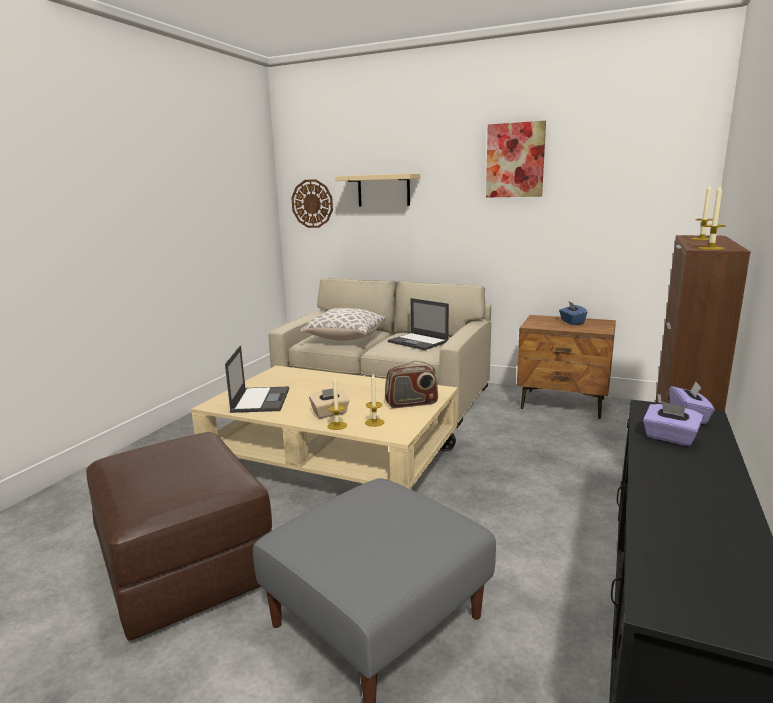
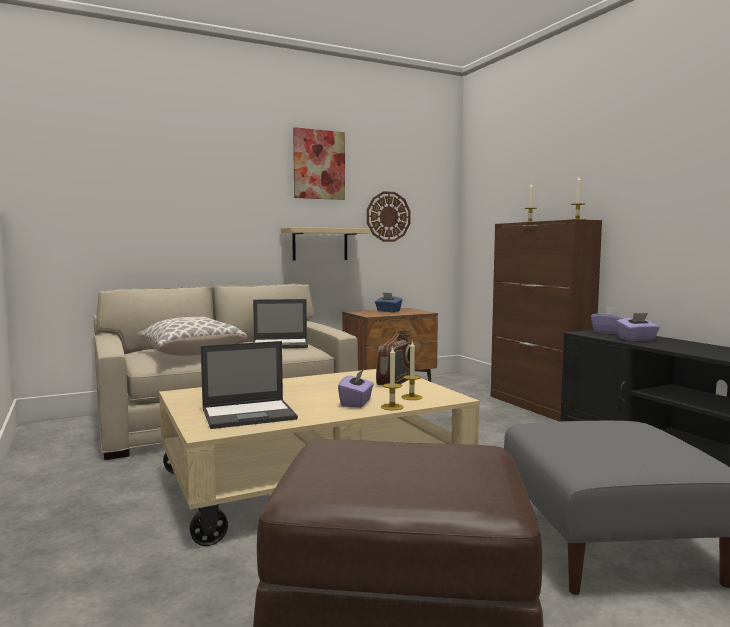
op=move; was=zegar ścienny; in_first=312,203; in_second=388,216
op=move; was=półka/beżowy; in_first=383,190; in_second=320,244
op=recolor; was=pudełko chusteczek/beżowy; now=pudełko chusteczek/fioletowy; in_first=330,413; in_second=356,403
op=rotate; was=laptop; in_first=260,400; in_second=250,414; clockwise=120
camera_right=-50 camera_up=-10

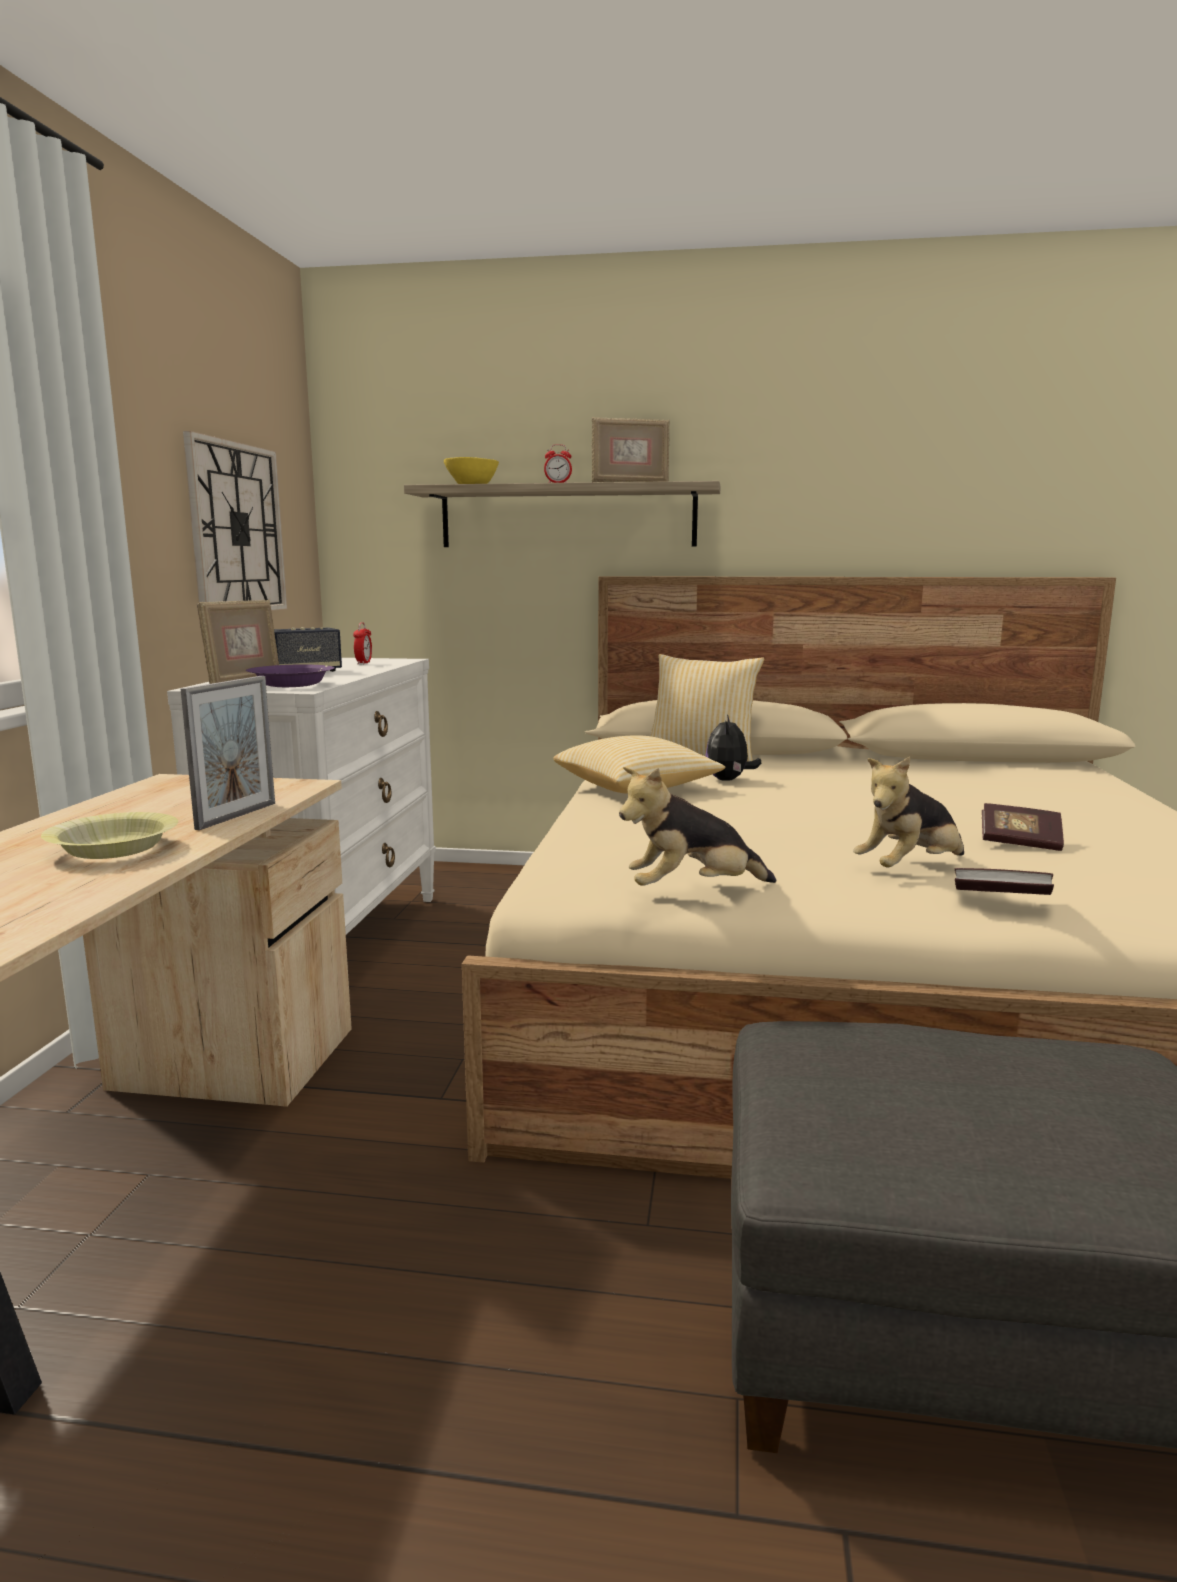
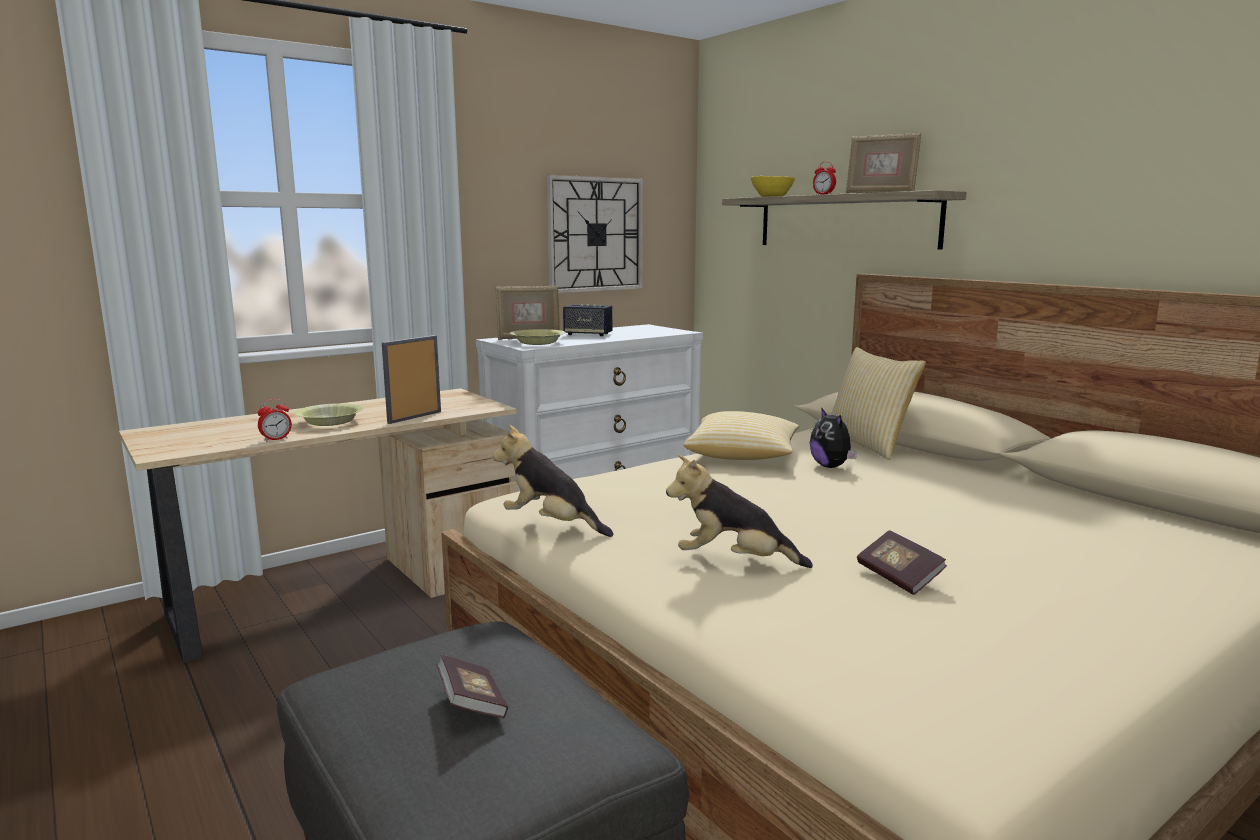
op=move; was=budzik; in_first=363,663; in_second=276,439
op=move; was=książka; in_first=1001,901; in_second=472,704
op=recolor; was=miska/fioletowy; now=miska/żółty; in_first=292,685; in_second=538,343
op=rotate; was=ramka na zdjęcie; in_first=237,816; in_second=414,417; clockwise=150
op=rotate; was=pluszak; in_first=729,780; in_second=831,466; clockwise=-75
camera_right=45 camera_up=0

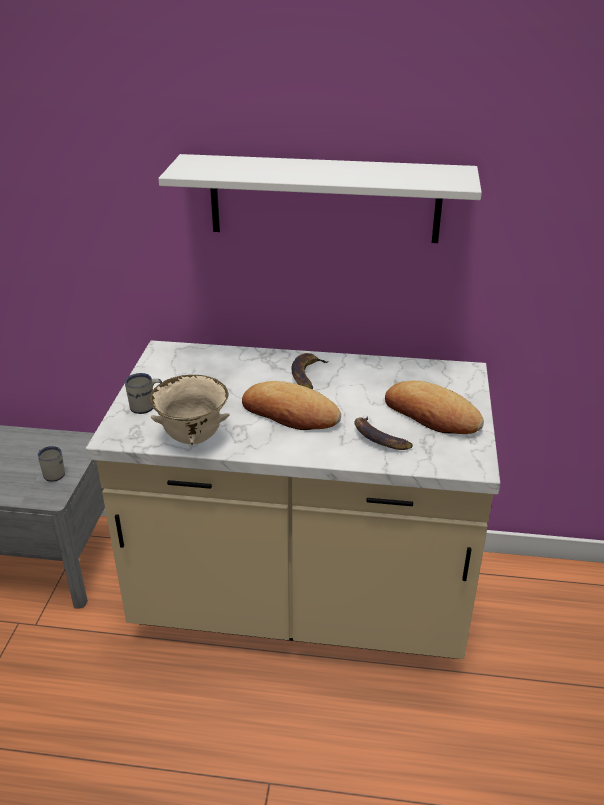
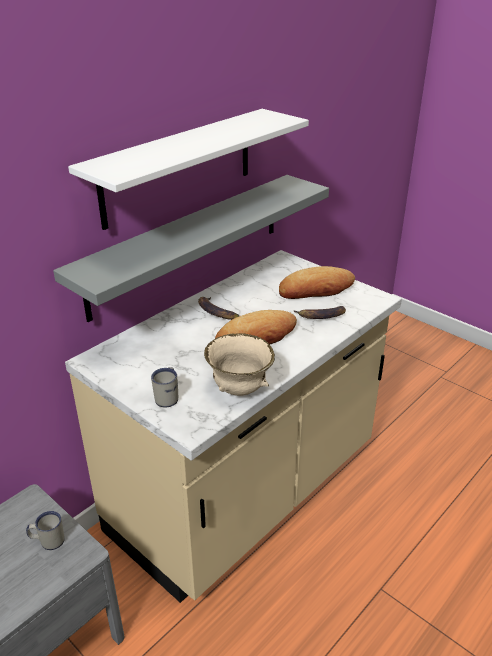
op=insert; now=półka/szary; in_second=189,243
camera_right=-55 camera_up=0

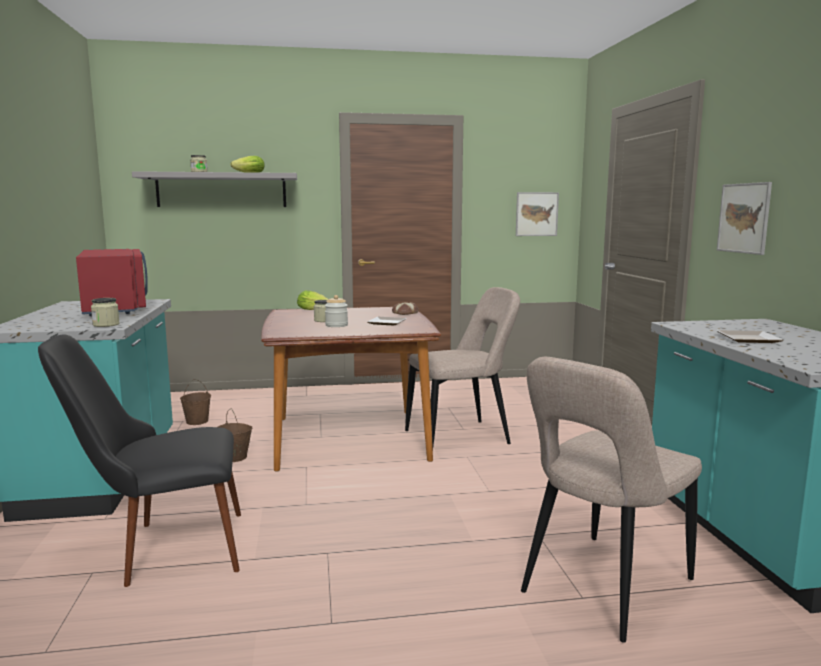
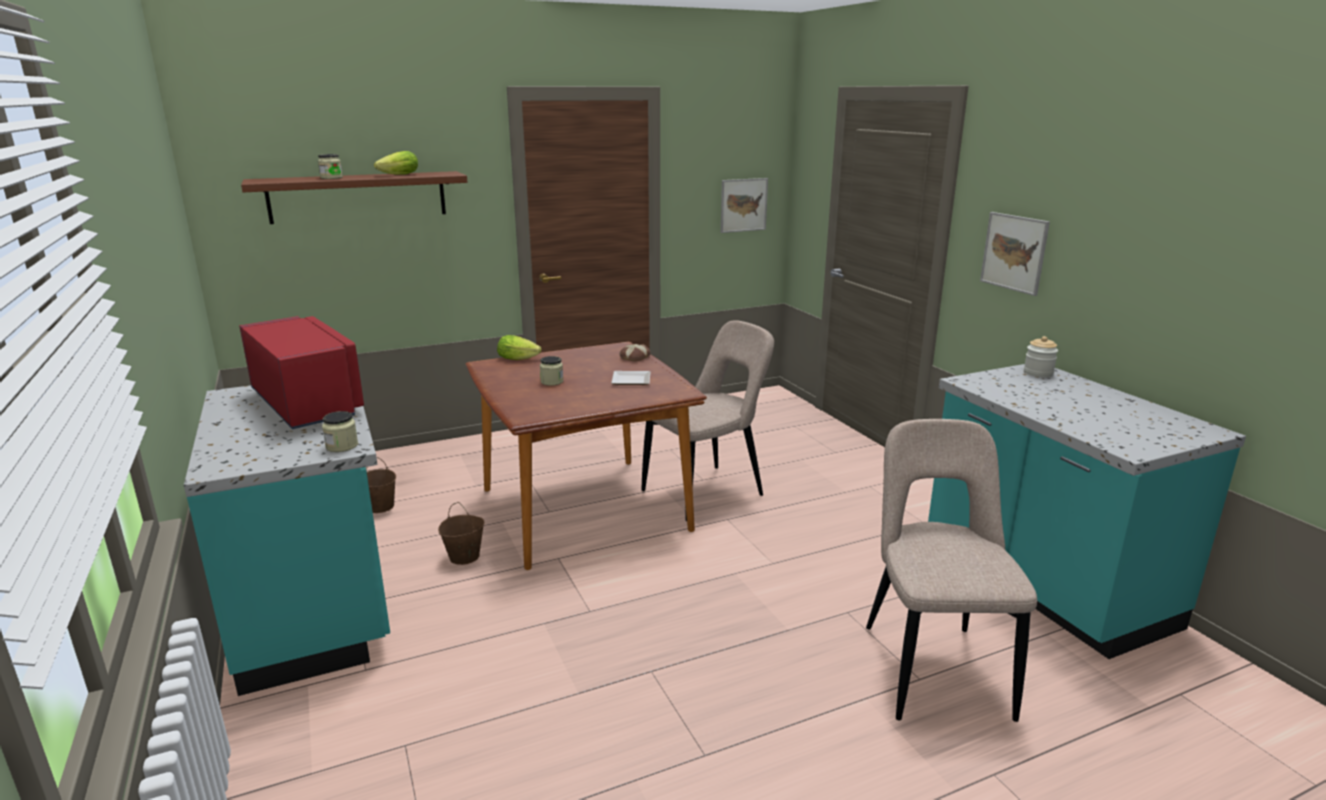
op=delete; was=krzesło/czarny; in_first=161,550
op=delete; was=talerz; in_first=749,339
op=move; was=słoik; in_first=336,325; in_second=1038,373
op=recolor; was=półka/szary; now=półka/brązowy; in_first=221,190; in_second=358,197
op=rotate; was=krzesło/beżowy; in_first=602,589; in_second=932,666; clockwise=150
camera_right=-15 camera_up=10

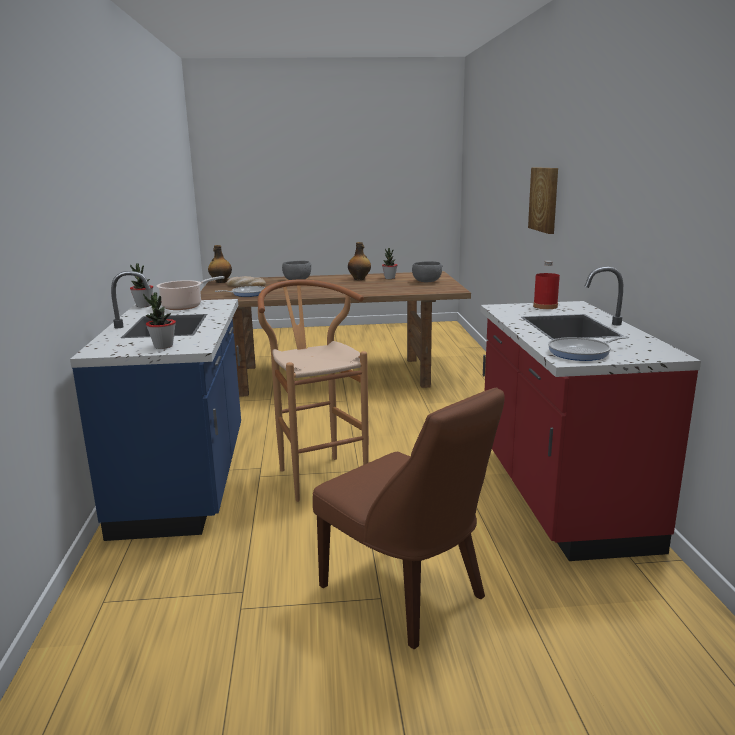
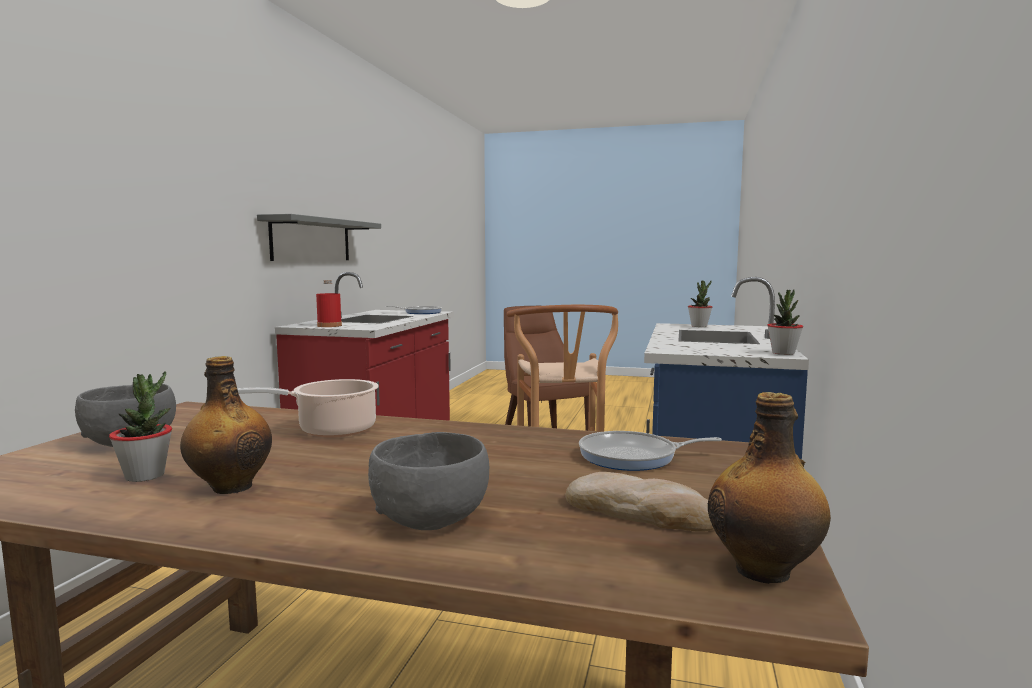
op=delete; was=obraz; in_first=545,199
op=insert; now=półka/szary; in_second=312,240
op=move; was=garnek; in_first=184,306; in_second=332,430
camera_right=-160 camera_up=-10

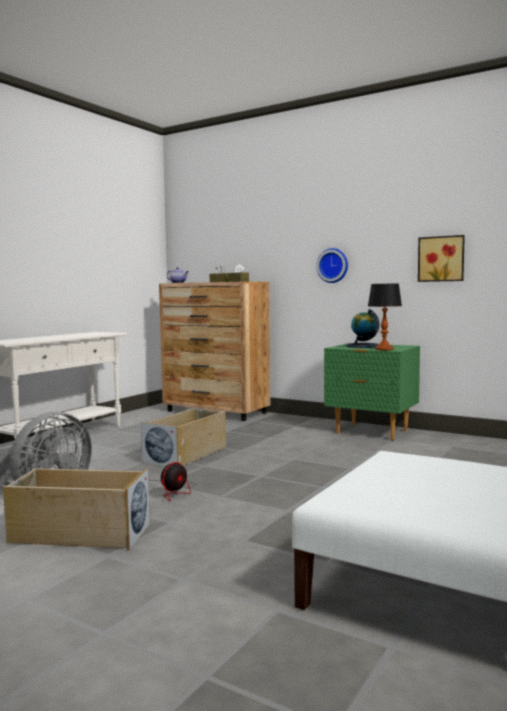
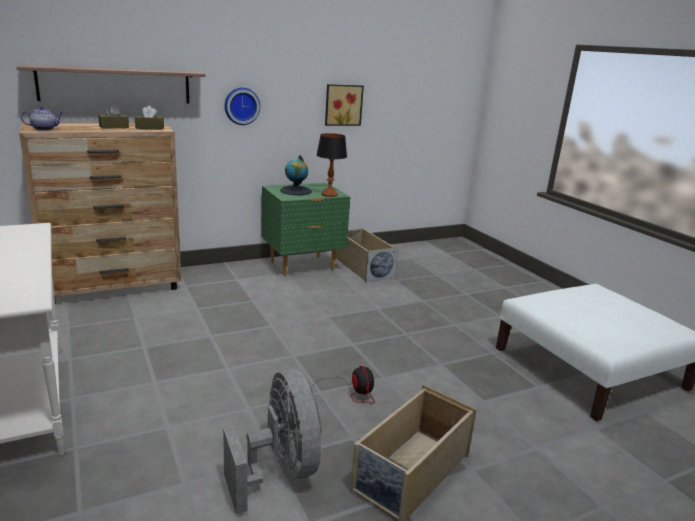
op=insert; now=półka; in_second=116,85
op=move; was=pojemnik do przechowywania/beżowy; in_first=186,455; in_second=363,267
camera_right=-60 camera_up=15

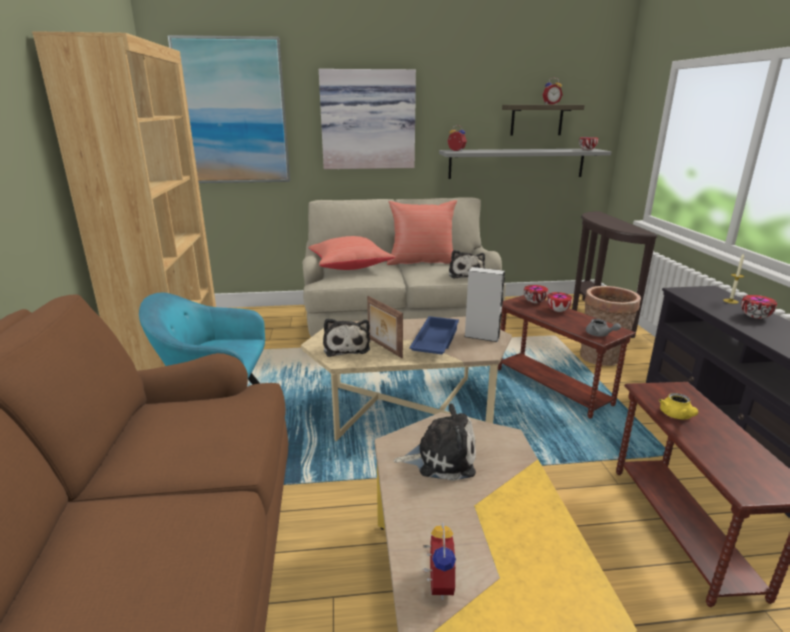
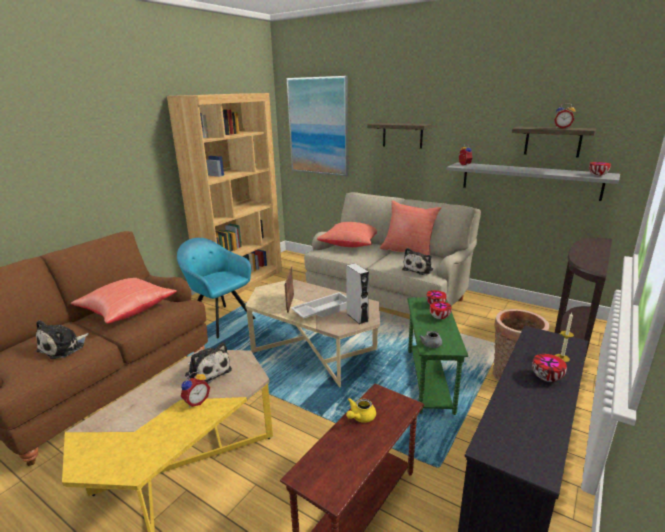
op=insert; now=poduszka/czerwony; in_second=127,311
op=move; was=pluszak; in_first=346,347; in_second=64,347
op=move; was=budzik; in_first=437,584; in_second=196,401
op=replace; was=obraz; now=półka; in_first=368,120; in_second=402,135
op=recolor; was=taca/niebieski; now=taca/biały; in_first=434,342; in_second=322,310
op=recolor; was=stolik/brązowy; now=stolik/zielony; in_first=552,387; in_second=430,380
camera_right=40 camera_up=0

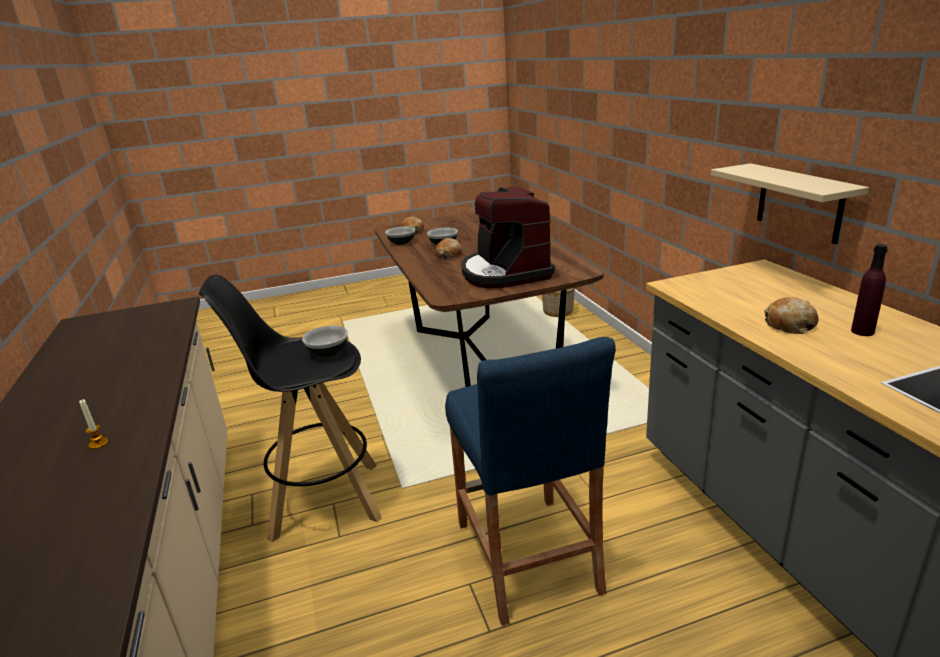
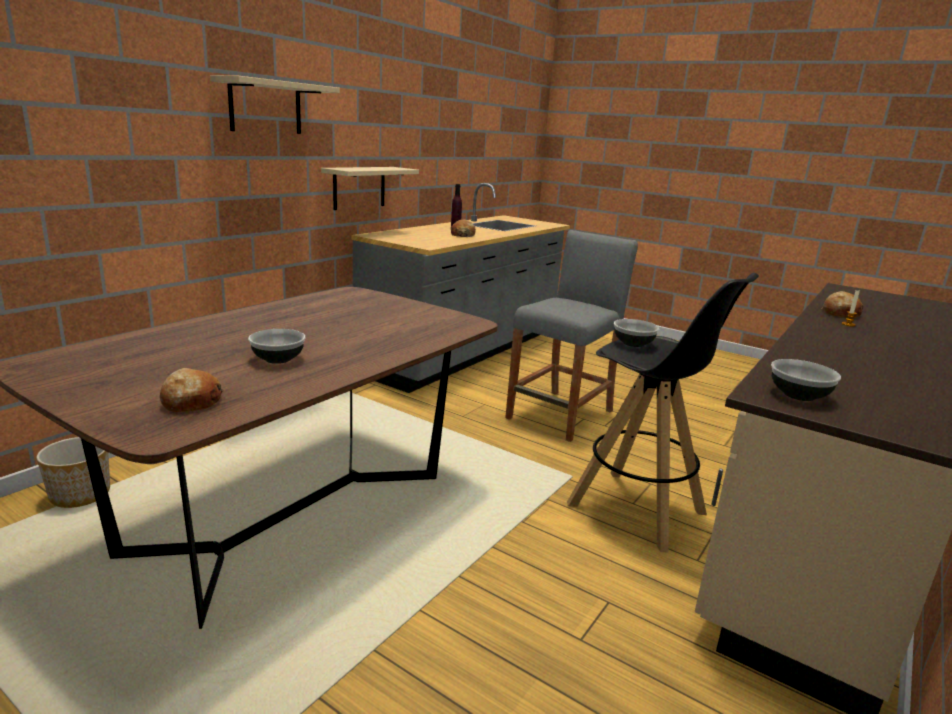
op=delete; was=ekspres do kawy; in_first=505,272
op=insert; now=półka/beżowy; in_second=265,107
op=move; was=miska; in_first=401,242; in_second=799,395
op=move; was=chleb; in_first=449,255; in_second=840,313
op=recolor; was=stołek/niebieski; now=stołek/szary; in_first=527,556; in_second=561,415
camera_right=-130 camera_up=-5

